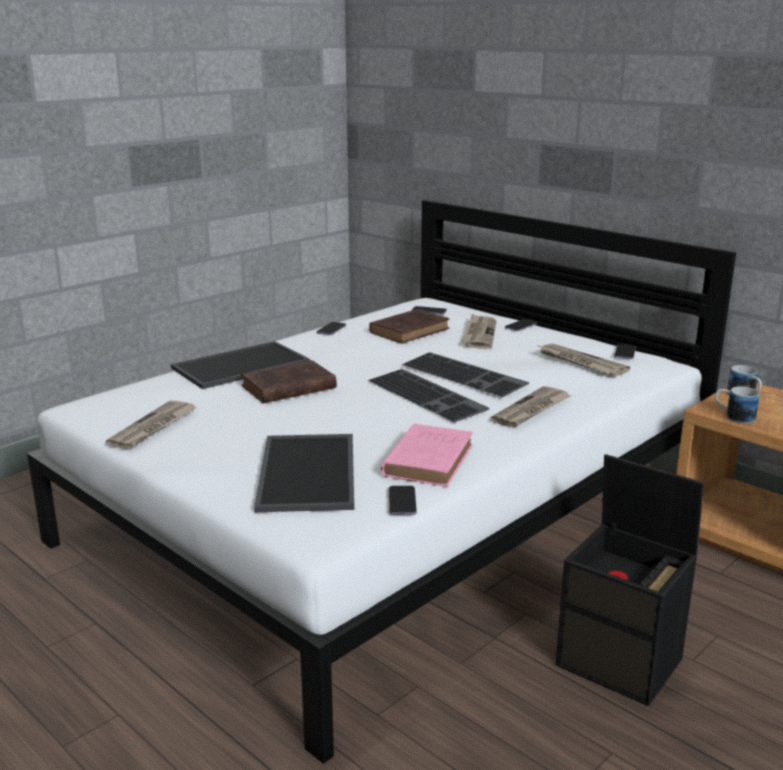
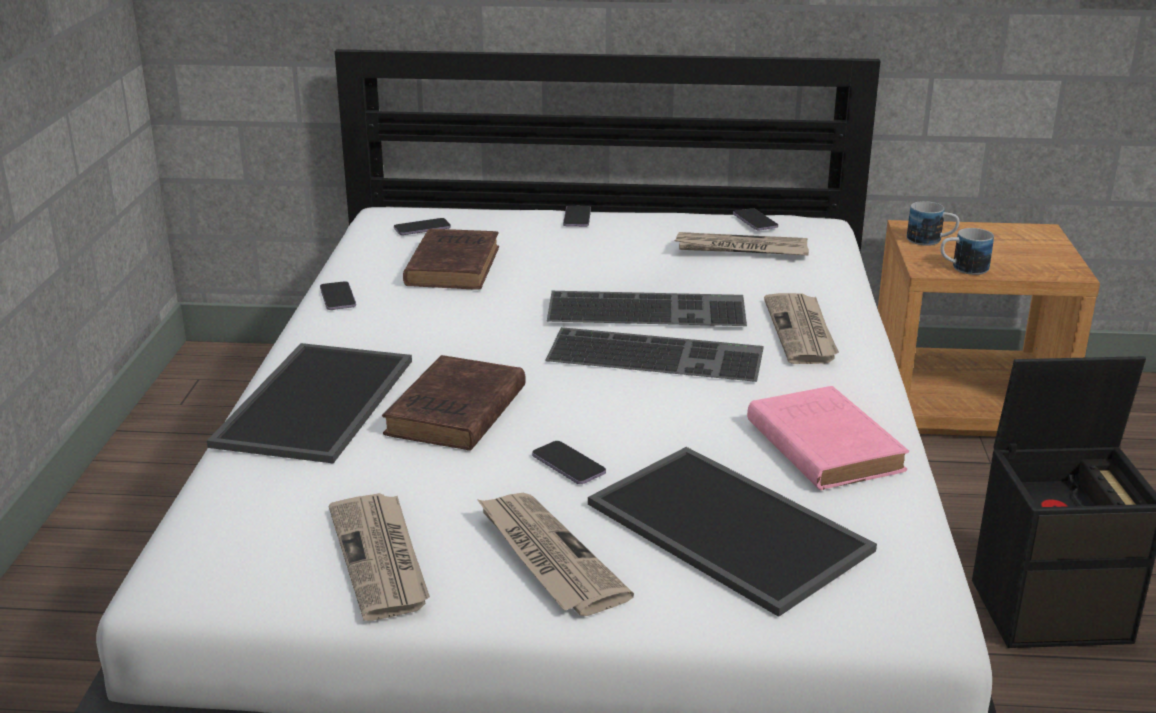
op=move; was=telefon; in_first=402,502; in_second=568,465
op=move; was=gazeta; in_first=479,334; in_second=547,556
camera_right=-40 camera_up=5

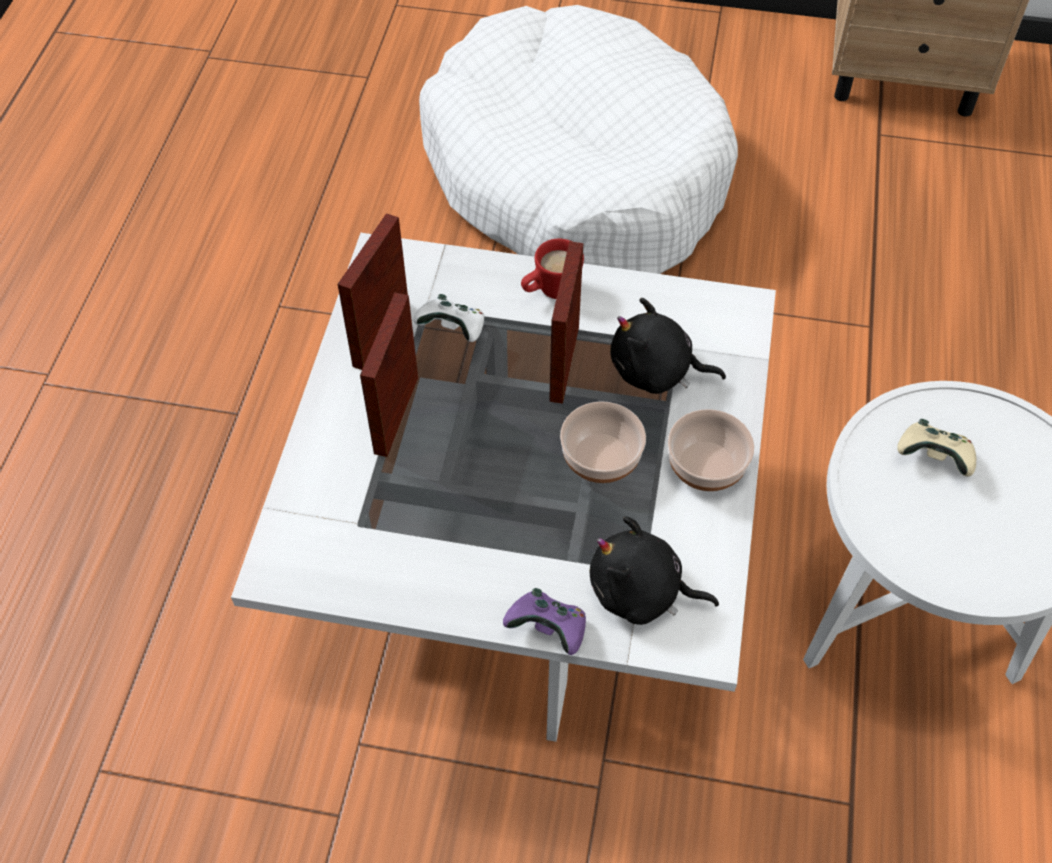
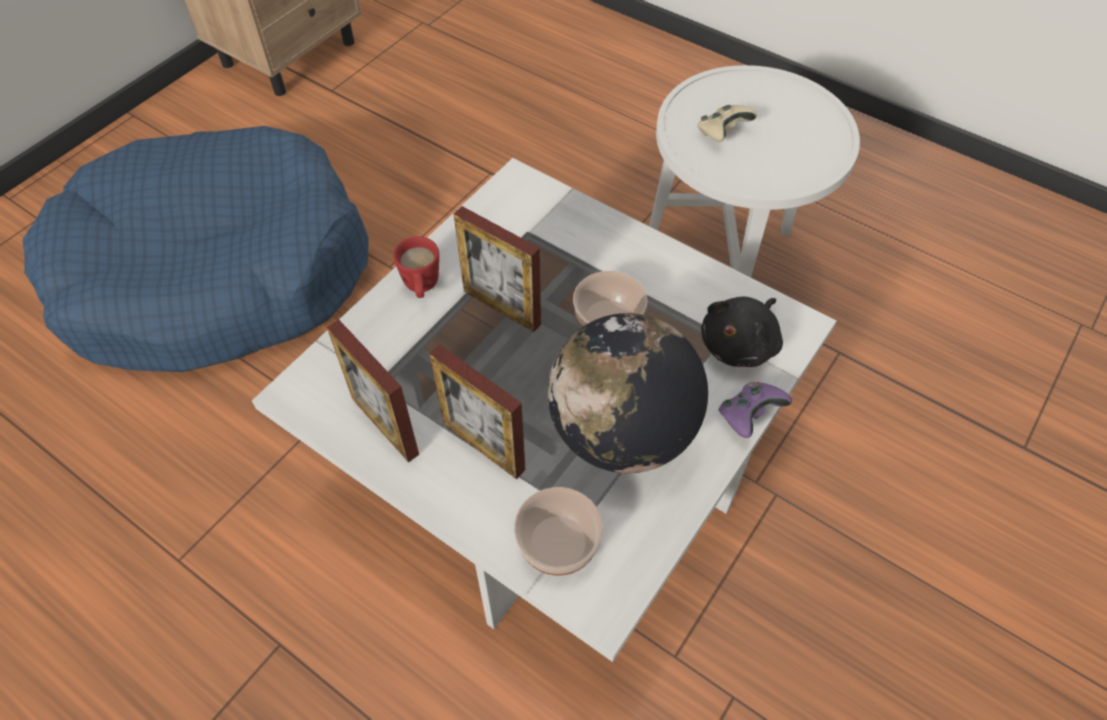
op=delete; was=pad do gier/biały; in_first=453,329
op=delete; was=pluszak/czarny; in_first=656,371
op=insert; now=globus; in_second=621,432
op=move; was=miska; in_first=705,466; in_second=557,544
op=recolor; was=legowisko/biały; now=legowisko/niebieski; in_first=575,175; in_second=216,275
camera_right=-65 camera_up=0

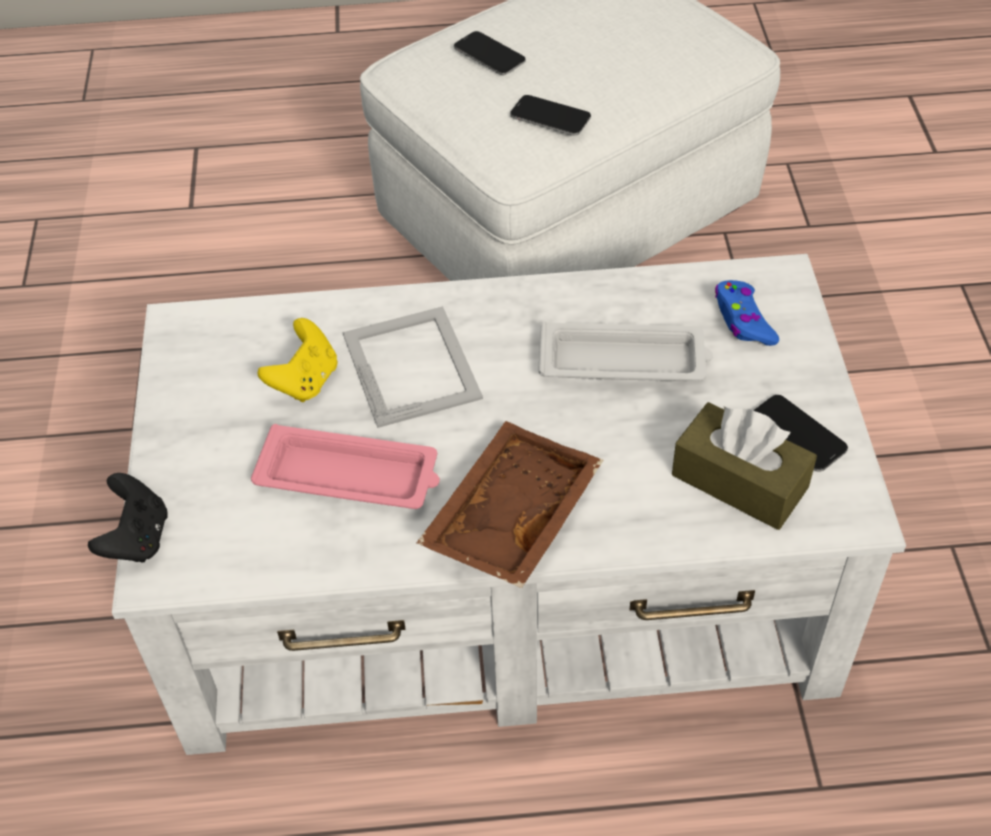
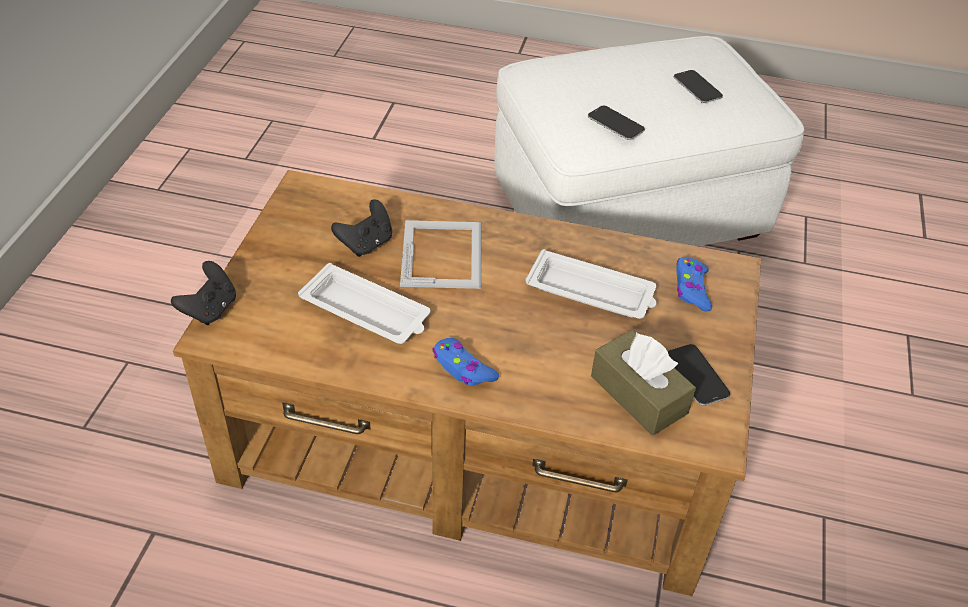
op=move; was=telefon; in_first=489,55; in_second=697,87
op=replace; was=taca/brązowy; now=pad do gier/niebieski; in_first=509,515; in_second=463,368
op=recolor; was=ława/biały; now=ława/brązowy; in_first=504,581; in_second=479,438
op=recolor; was=taca/różowy; now=taca/biały; in_first=350,476; in_second=367,312
op=recolor; was=pad do gier/żółty; now=pad do gier/czarny; in_first=305,381; in_second=366,244
camera_right=15 camera_up=-5

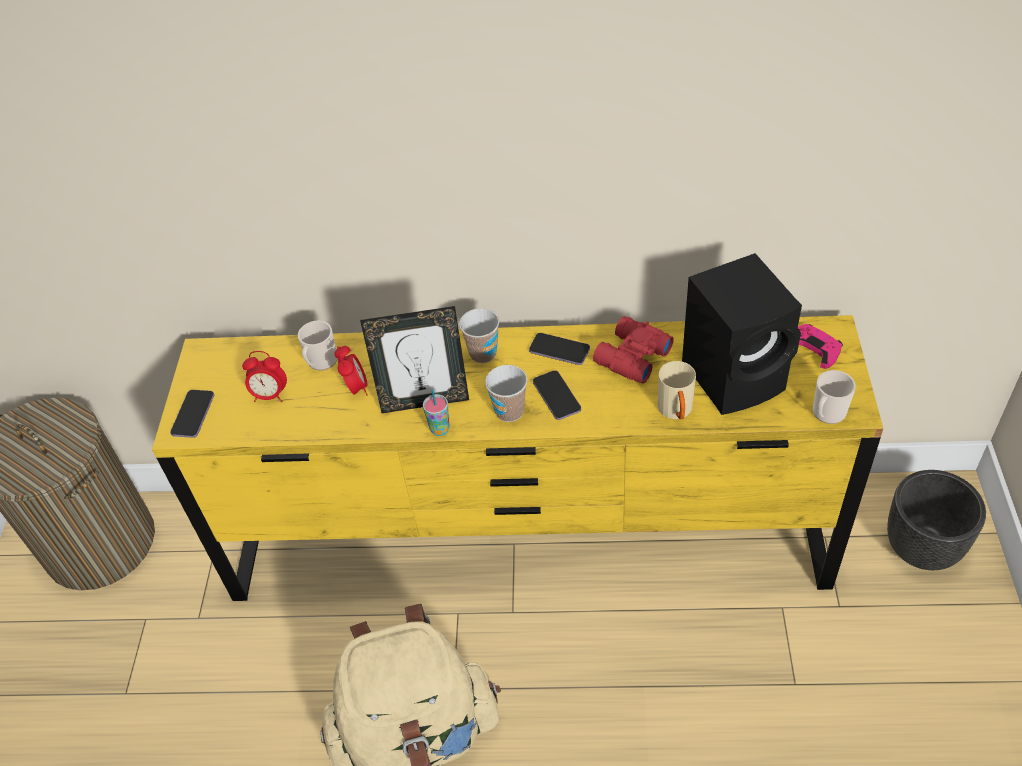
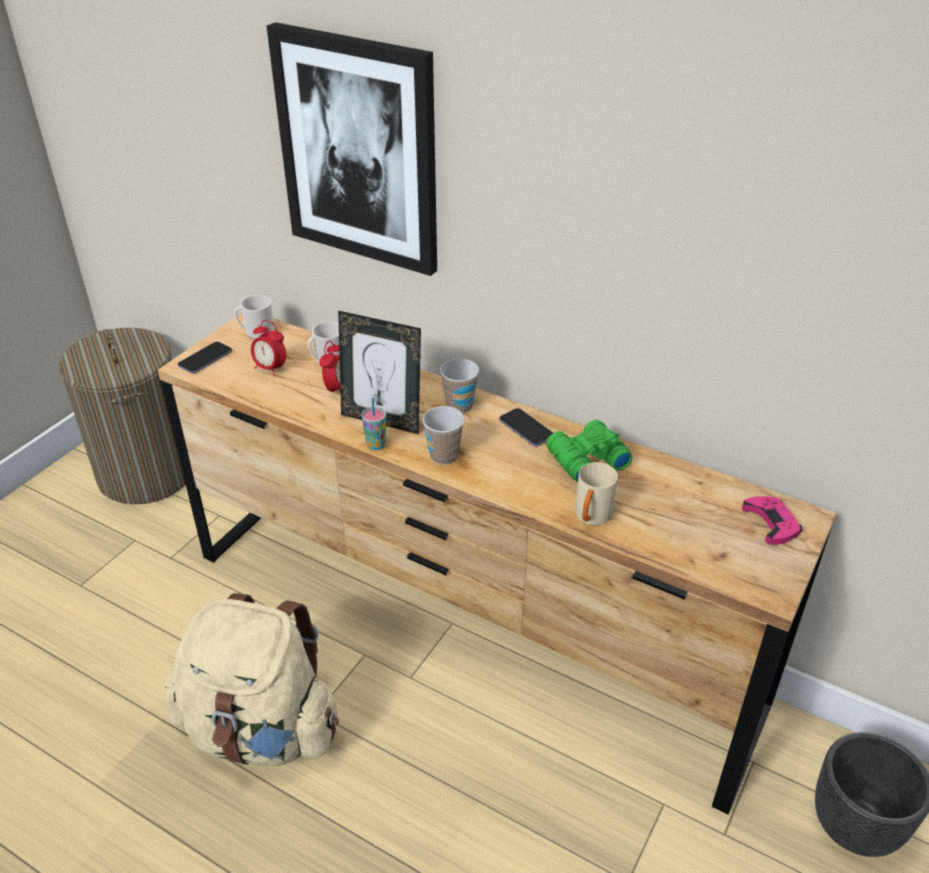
op=delete; was=telefon; in_first=556,396
op=delete; was=głośnik/czarny; in_first=736,375
op=insert; now=obraz; in_second=359,150
op=move; was=kubek; in_first=827,414; in_second=257,333
op=recolor; was=komoda/żółty; now=komoda/brązowy; in_first=527,542; in_second=464,627
op=recolor; was=lornetka/czerwony; now=lornetka/zielony; in_first=630,357; in_second=585,459
camera_right=25 camera_up=-10

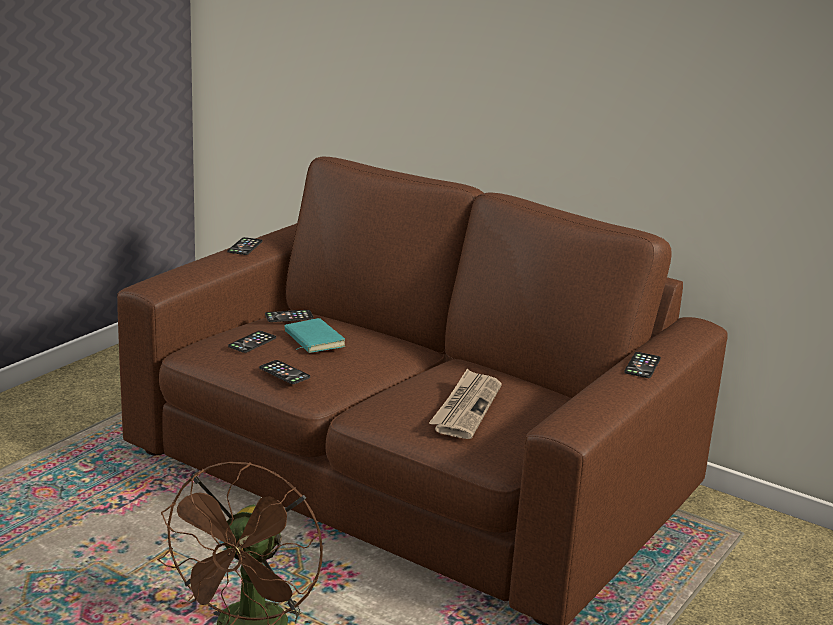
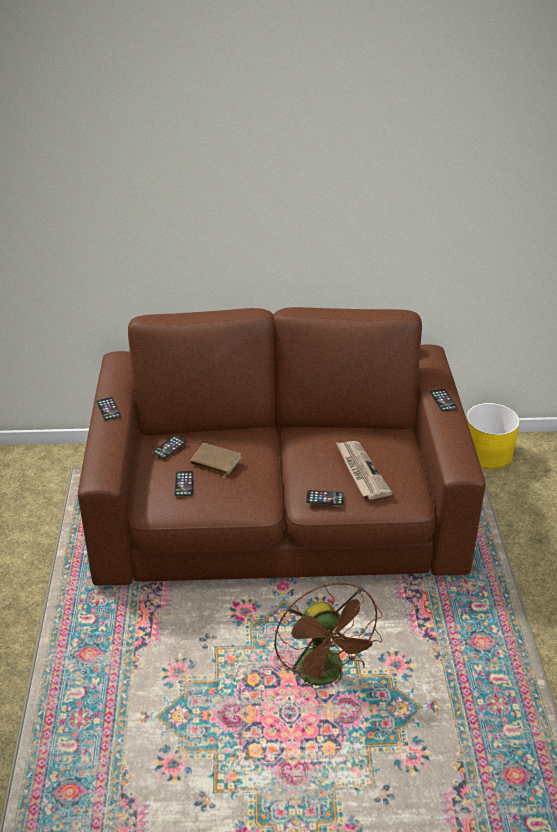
op=insert; now=donica/żółty; in_second=487,453
op=move; was=telefon; in_first=284,373; in_second=325,498
op=recolor; was=książka/turkusowy; now=książka/brązowy; in_first=312,340; in_second=215,462
camera_right=-35 camera_up=15

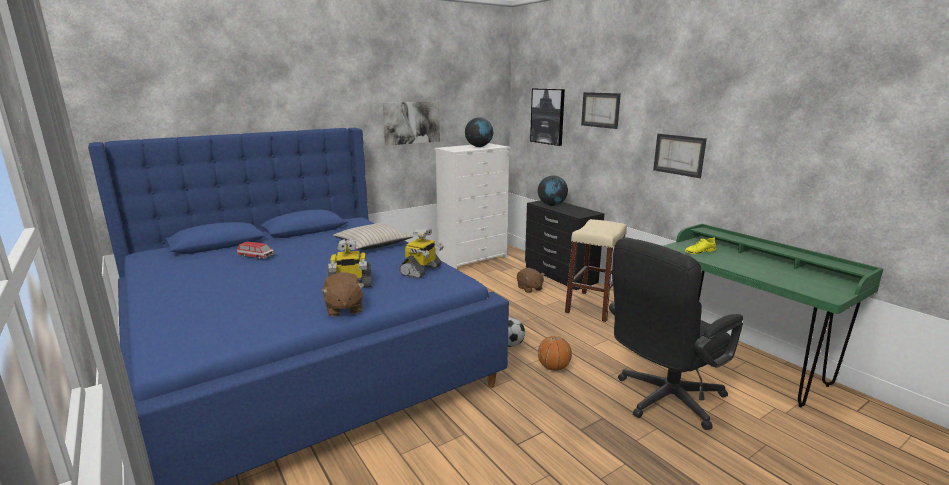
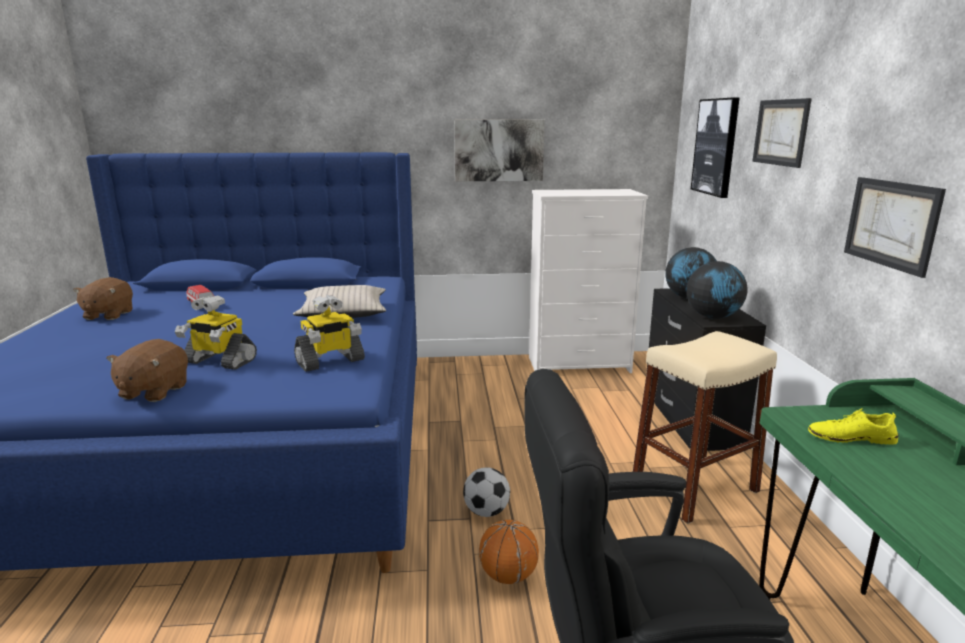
op=move; was=globus; in_first=479,146; in_second=713,317
op=move; was=pluszak/brązowy; in_first=529,288; in_second=108,315
camera_right=30 camera_up=0

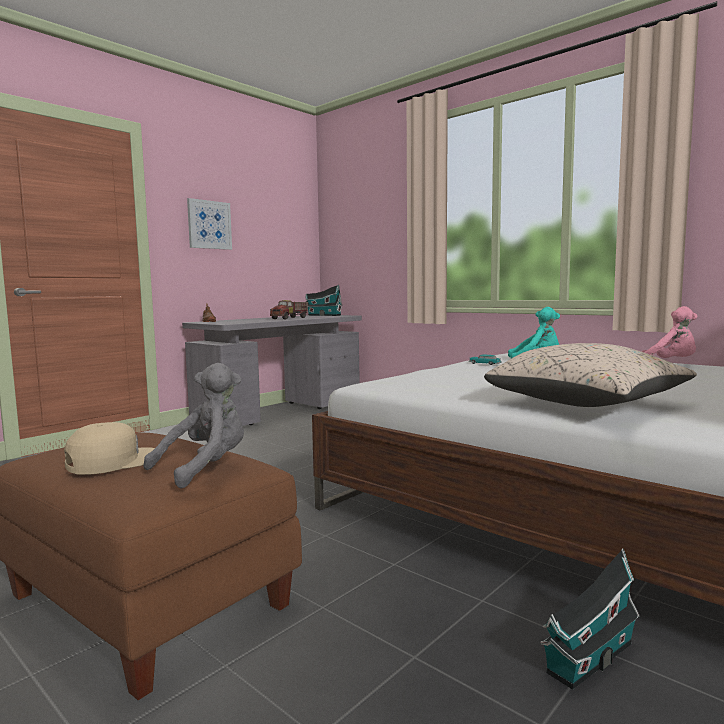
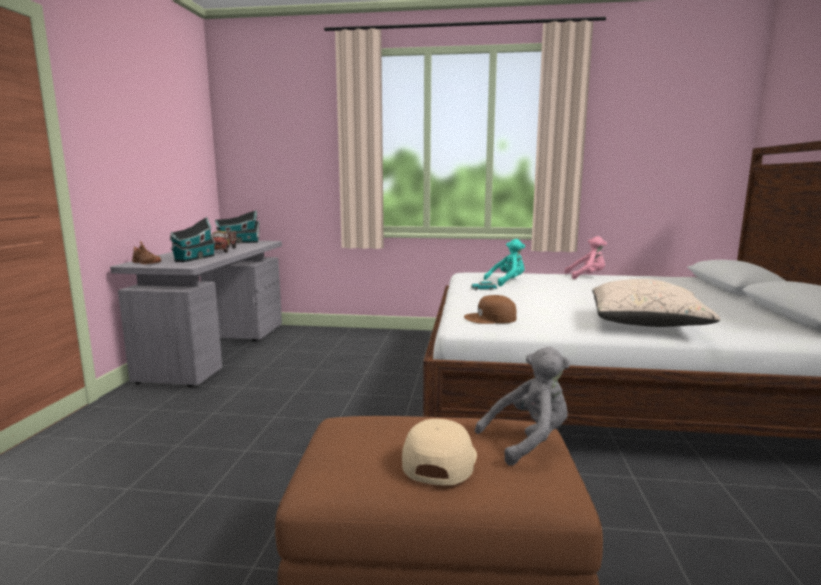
op=delete; was=obraz; in_first=209,225
op=insert; now=czapka z daszkiem/brązowy; in_second=491,318
op=move; was=domek; in_first=587,659; in_second=194,259
op=rotate; was=pluszak/szary; in_first=205,468; in_second=528,441; clockwise=60
camera_right=-35 camera_up=5

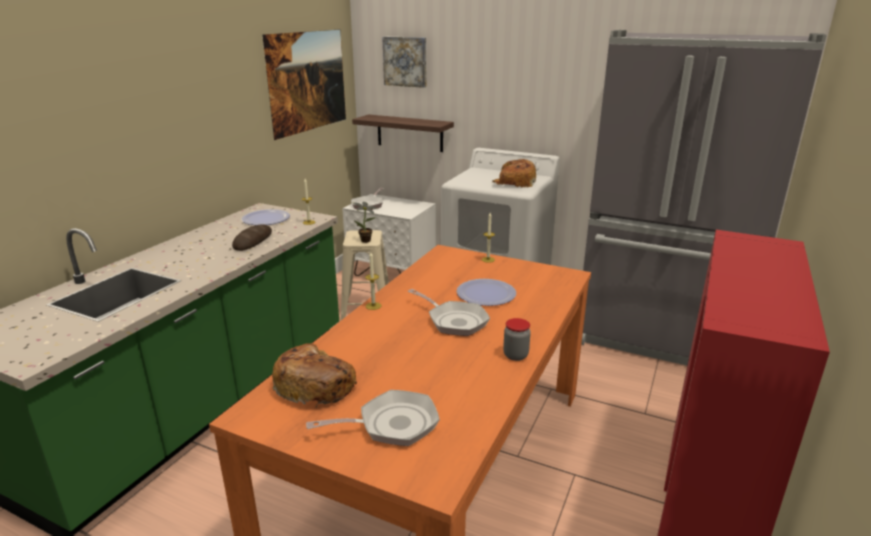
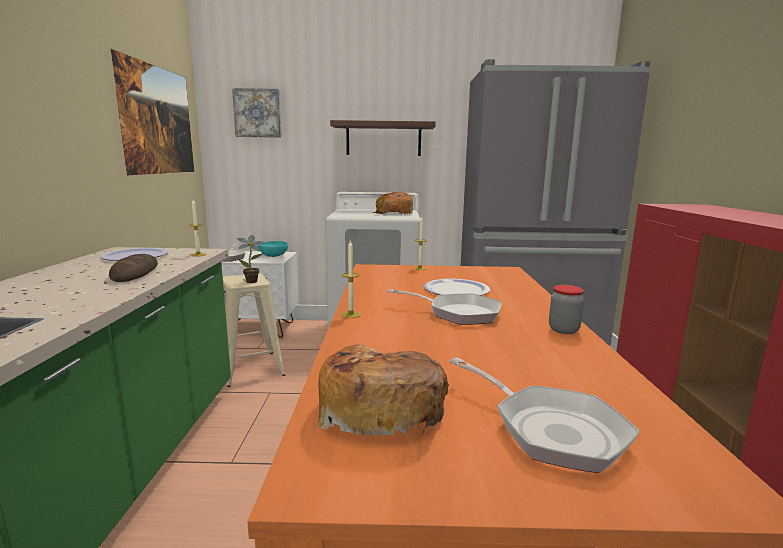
op=insert; now=miska/turkusowy; in_second=273,255
op=move; was=półka; in_first=410,133; in_second=383,139
op=rotate; was=patelnia; in_first=392,425; in_second=550,429; clockwise=90
camera_right=-25 camera_up=-10

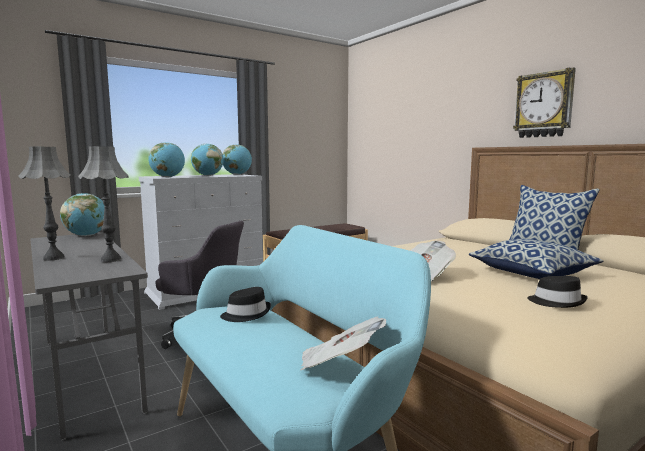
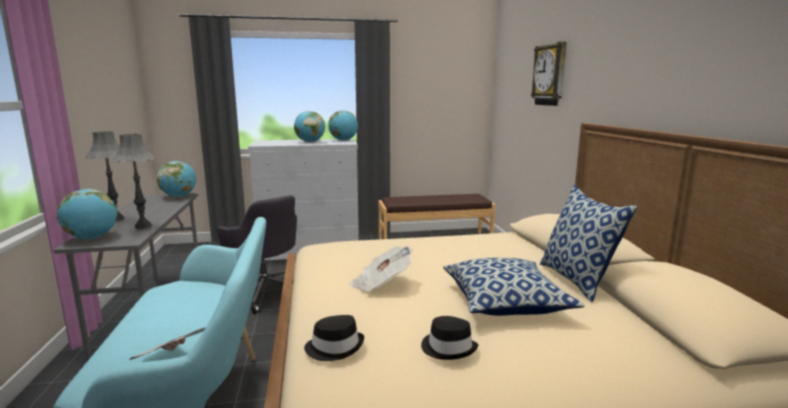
op=move; was=globus; in_first=168,177; in_second=92,238
op=move; was=kapelusz/czarny; in_first=246,314; in_second=335,347
op=move; was=zegar ścienny; in_first=544,105; in_second=550,75
camera_right=25 camera_up=5

